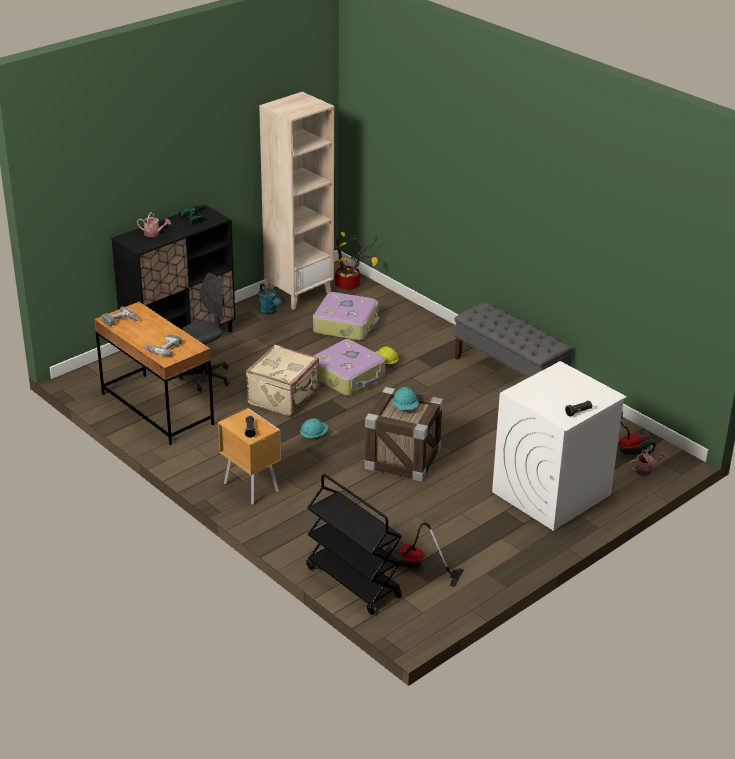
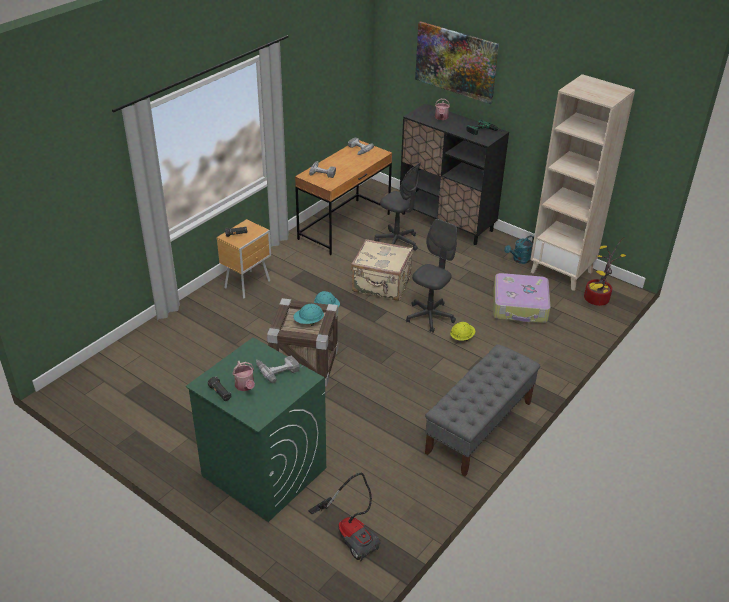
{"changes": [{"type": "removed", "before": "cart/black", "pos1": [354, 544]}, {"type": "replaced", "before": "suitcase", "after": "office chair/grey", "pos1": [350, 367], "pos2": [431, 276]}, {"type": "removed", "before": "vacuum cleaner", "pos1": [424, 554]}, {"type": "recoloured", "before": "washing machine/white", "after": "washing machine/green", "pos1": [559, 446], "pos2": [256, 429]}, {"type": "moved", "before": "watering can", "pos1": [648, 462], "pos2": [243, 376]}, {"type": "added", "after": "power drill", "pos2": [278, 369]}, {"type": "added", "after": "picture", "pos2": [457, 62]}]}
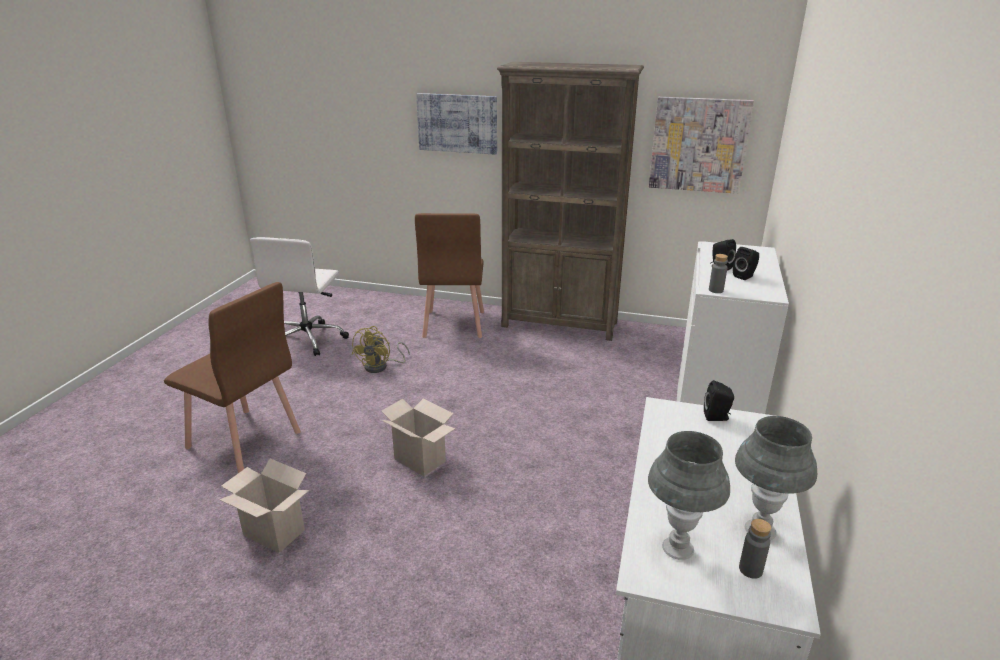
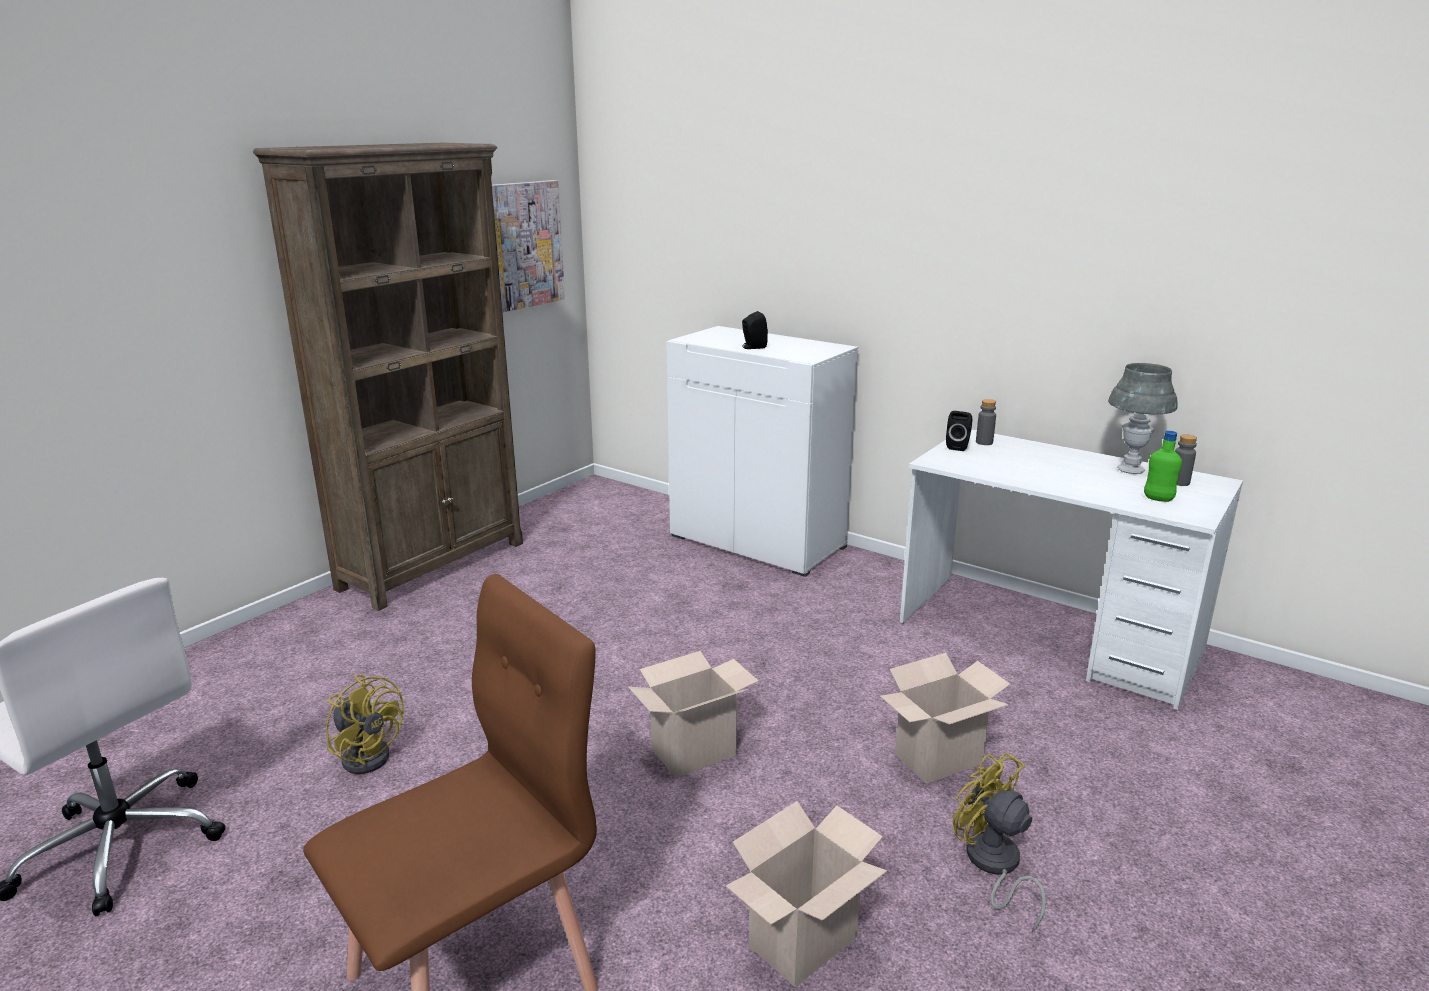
{"changes": [{"type": "removed", "before": "chair/brown", "pos1": [449, 275]}, {"type": "removed", "before": "picture", "pos1": [456, 124]}, {"type": "replaced", "before": "table lamp/grey", "after": "bottle/green", "pos1": [689, 495], "pos2": [1163, 466]}, {"type": "moved", "before": "bottle/grey", "pos1": [718, 273], "pos2": [986, 422]}, {"type": "removed", "before": "speaker/black", "pos1": [746, 263]}, {"type": "added", "after": "cardboard box", "pos2": [945, 718]}, {"type": "added", "after": "fan/yellow", "pos2": [999, 842]}]}
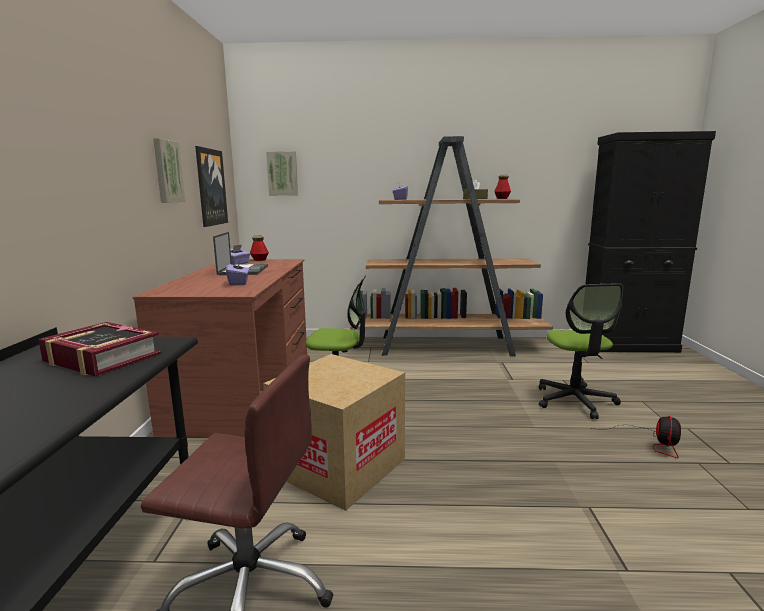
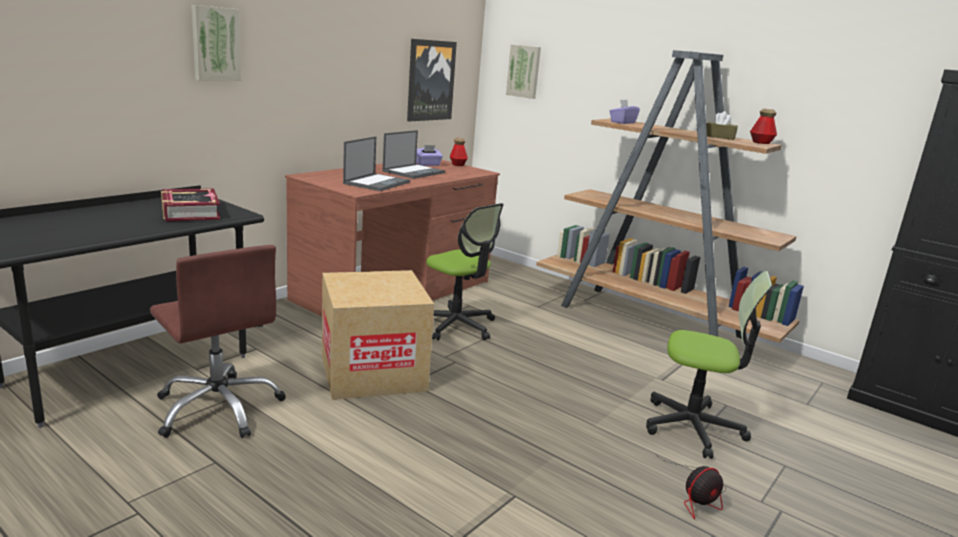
{"changes": [{"type": "moved", "before": "picture", "pos1": [169, 170], "pos2": [216, 43]}, {"type": "replaced", "before": "tissue box/purple", "after": "laptop", "pos1": [237, 272], "pos2": [376, 163]}, {"type": "turned", "before": "office chair", "pos1": [581, 351], "pos2": [709, 365], "turn": -105}]}
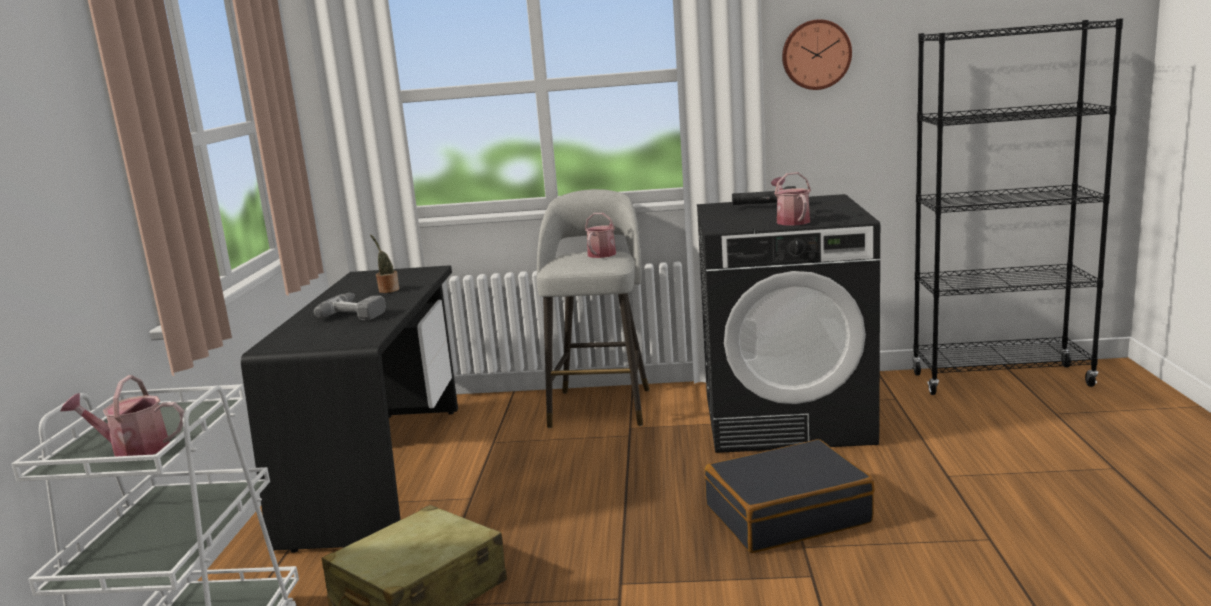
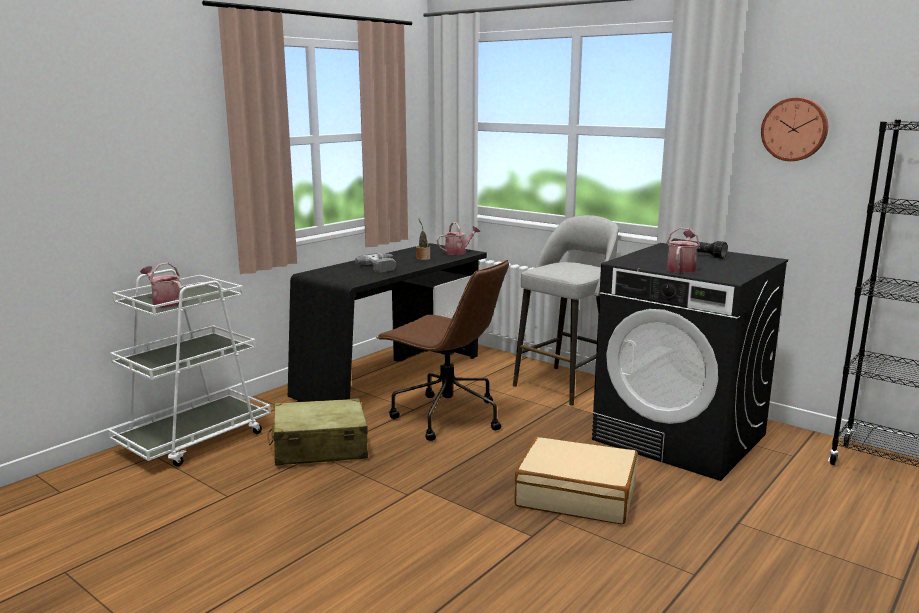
{"changes": [{"type": "moved", "before": "watering can", "pos1": [600, 235], "pos2": [458, 238]}, {"type": "recoloured", "before": "suitcase/black", "after": "suitcase/beige", "pos1": [790, 496], "pos2": [576, 480]}, {"type": "added", "after": "office chair/brown", "pos2": [442, 350]}]}
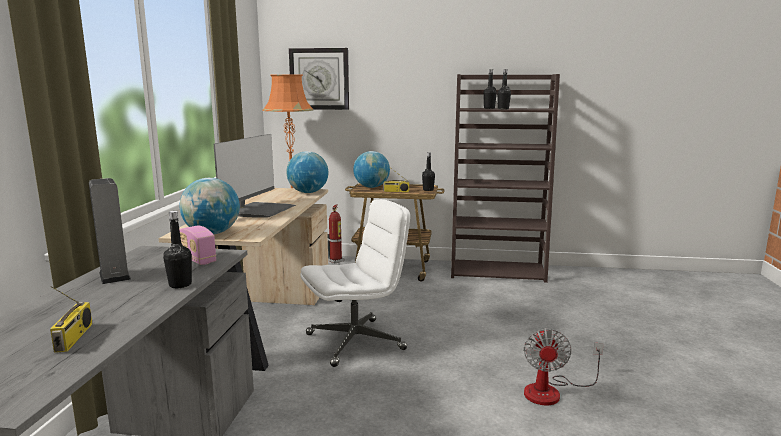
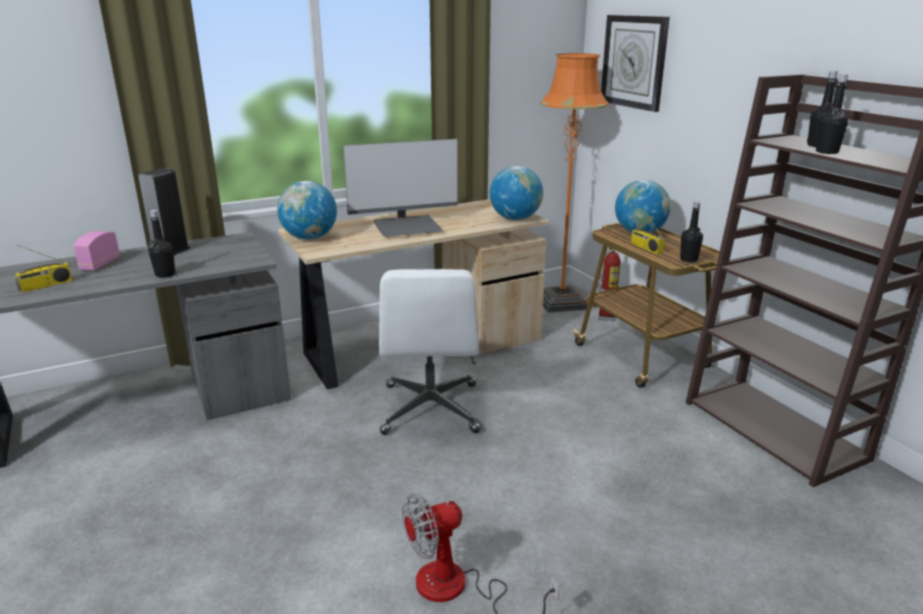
{"changes": [{"type": "moved", "before": "radio", "pos1": [197, 245], "pos2": [96, 251]}, {"type": "turned", "before": "office chair/white", "pos1": [355, 283], "pos2": [429, 352], "turn": 60}]}
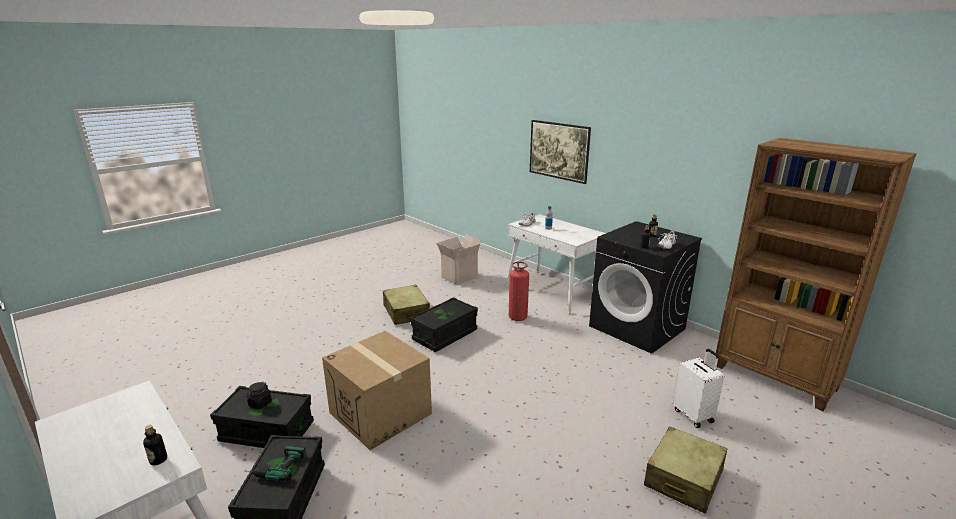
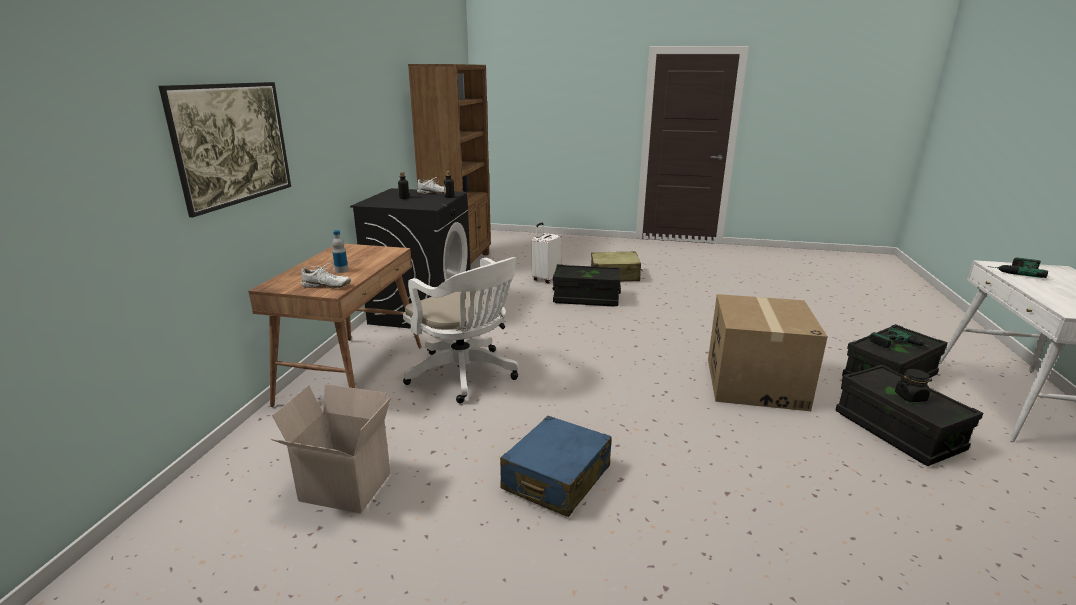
{"changes": [{"type": "replaced", "before": "bottle", "after": "power drill", "pos1": [155, 445], "pos2": [1017, 267]}, {"type": "recoloured", "before": "suitcase/beige", "after": "suitcase/blue", "pos1": [406, 305], "pos2": [556, 466]}, {"type": "moved", "before": "storage box/black", "pos1": [444, 324], "pos2": [587, 285]}, {"type": "recoloured", "before": "desk/white", "after": "desk/brown", "pos1": [555, 264], "pos2": [335, 325]}, {"type": "replaced", "before": "fire extinguisher", "after": "office chair/white", "pos1": [519, 291], "pos2": [460, 330]}]}
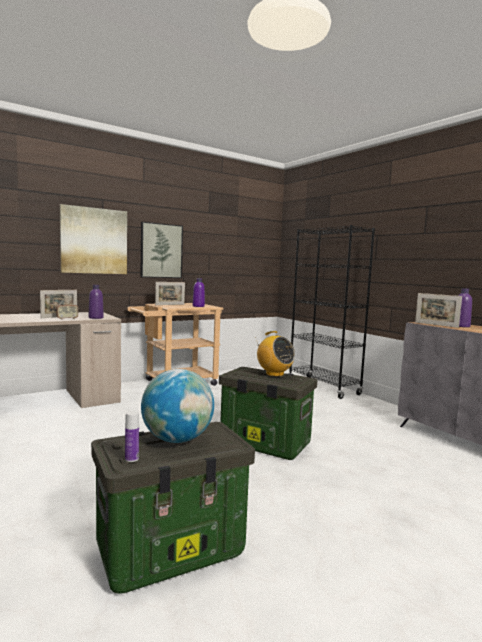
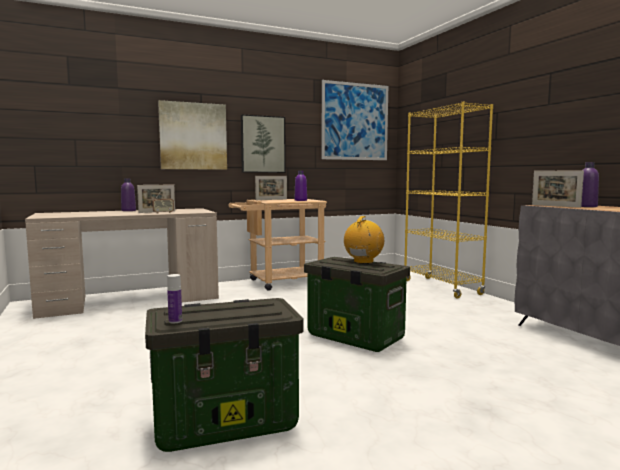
{"changes": [{"type": "moved", "before": "bottle/purple", "pos1": [96, 302], "pos2": [128, 194]}, {"type": "removed", "before": "globe", "pos1": [177, 406]}, {"type": "turned", "before": "radio", "pos1": [275, 354], "pos2": [364, 240], "turn": -120}, {"type": "recoloured", "before": "bookcase/black", "after": "bookcase/yellow", "pos1": [332, 312], "pos2": [448, 200]}, {"type": "added", "after": "picture", "pos2": [354, 120]}]}
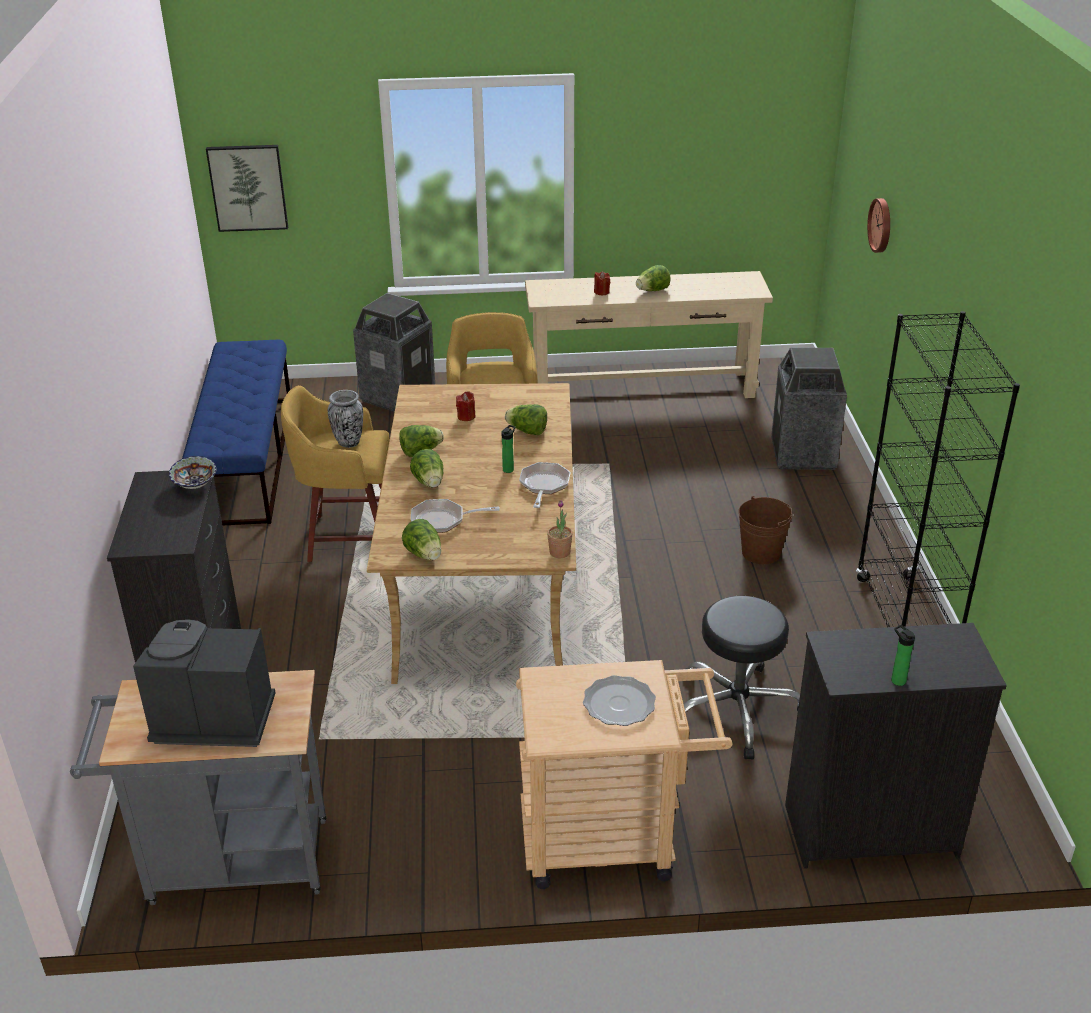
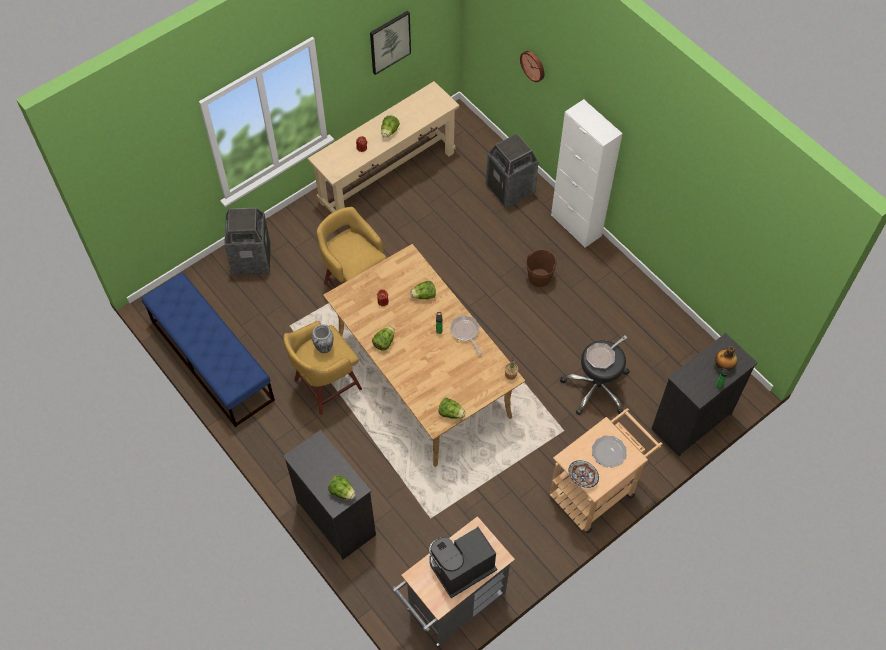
{"changes": [{"type": "moved", "before": "bowl", "pos1": [192, 472], "pos2": [583, 474]}, {"type": "moved", "before": "picture", "pos1": [247, 188], "pos2": [390, 43]}, {"type": "moved", "before": "lettuce", "pos1": [426, 468], "pos2": [342, 487]}, {"type": "moved", "before": "frying pan", "pos1": [455, 516], "pos2": [606, 352]}, {"type": "removed", "before": "bookcase/black", "pos1": [938, 469]}, {"type": "added", "after": "cabinet/white", "pos2": [587, 173]}, {"type": "added", "after": "bottle", "pos2": [726, 358]}]}
